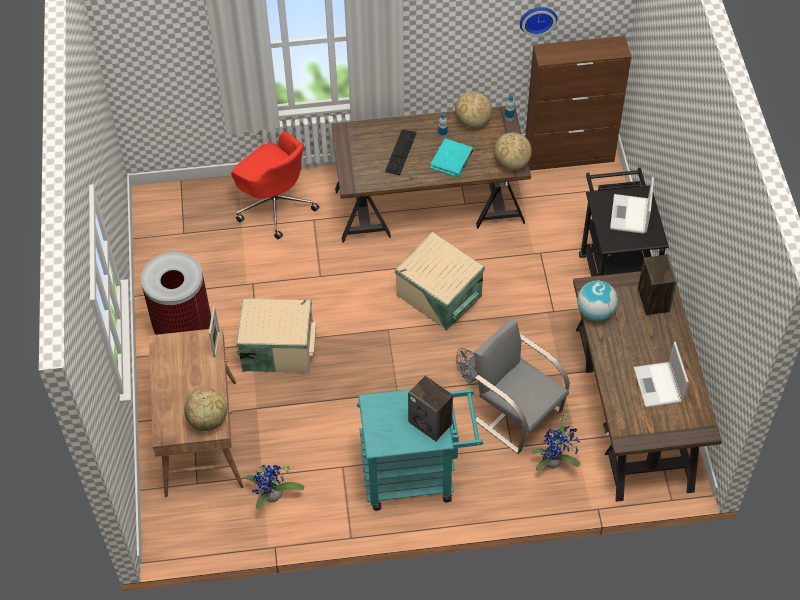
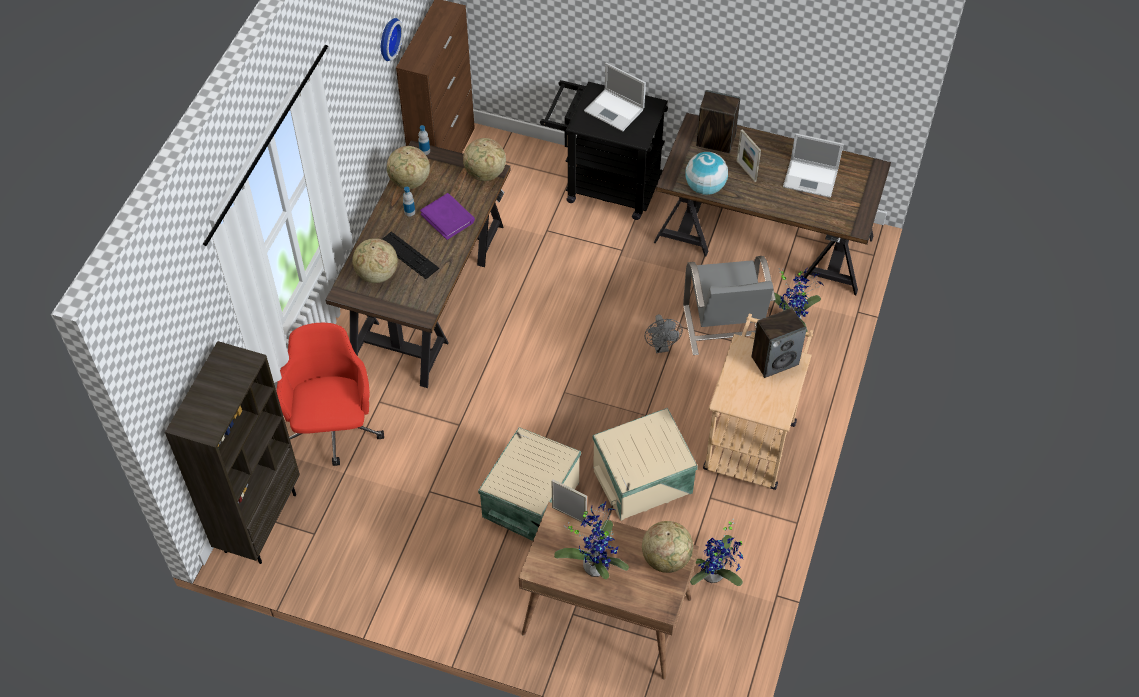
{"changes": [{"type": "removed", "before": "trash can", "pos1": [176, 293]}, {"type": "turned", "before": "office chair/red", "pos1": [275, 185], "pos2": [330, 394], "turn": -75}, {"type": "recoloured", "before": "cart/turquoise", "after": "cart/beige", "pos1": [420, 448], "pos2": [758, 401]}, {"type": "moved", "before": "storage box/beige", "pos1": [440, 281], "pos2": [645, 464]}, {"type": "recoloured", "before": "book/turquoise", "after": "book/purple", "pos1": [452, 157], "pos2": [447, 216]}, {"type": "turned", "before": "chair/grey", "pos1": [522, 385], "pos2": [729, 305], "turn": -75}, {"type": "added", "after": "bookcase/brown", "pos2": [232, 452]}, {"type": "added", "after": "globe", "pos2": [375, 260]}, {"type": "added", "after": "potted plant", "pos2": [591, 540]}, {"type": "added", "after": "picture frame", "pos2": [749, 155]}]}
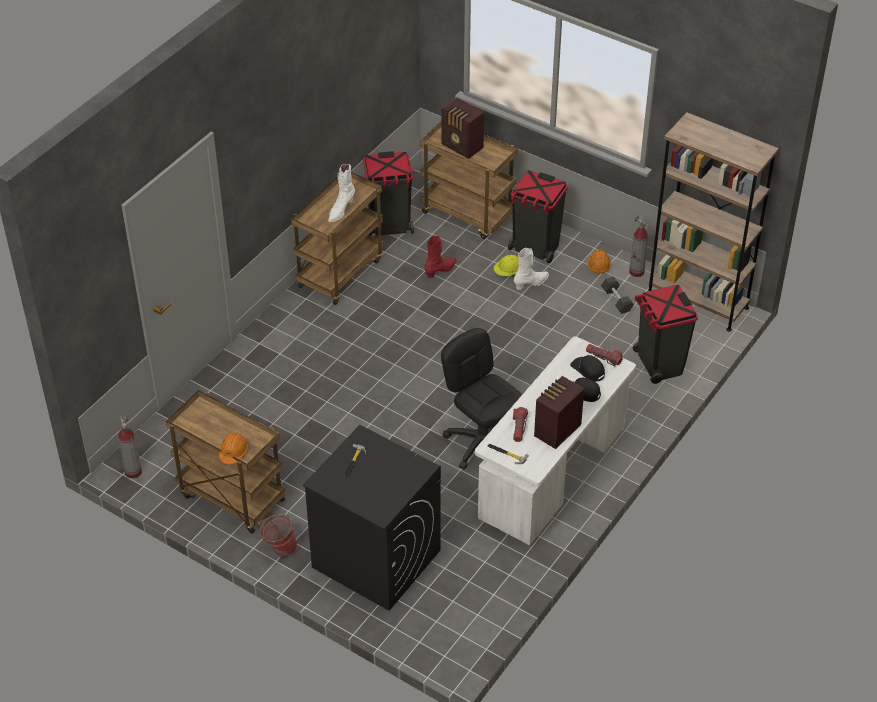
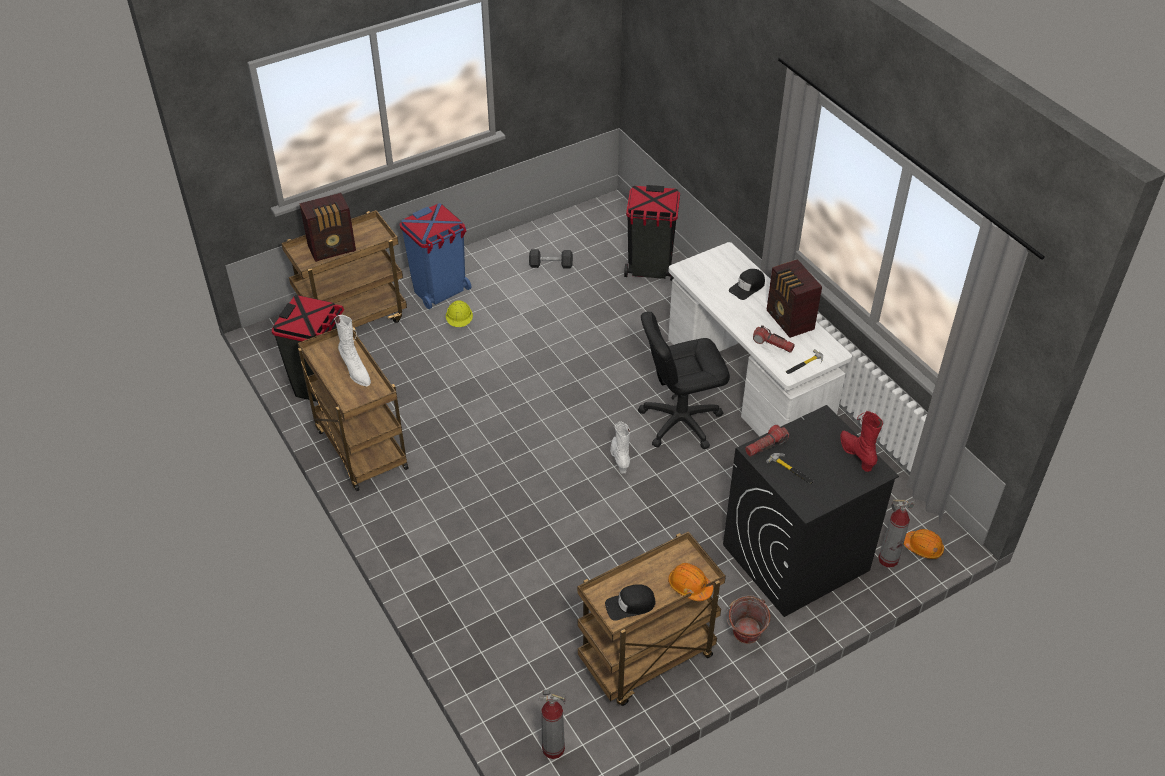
{"changes": [{"type": "moved", "before": "boot/red", "pos1": [440, 257], "pos2": [861, 441]}, {"type": "recoloured", "before": "trash can/black", "after": "trash can/blue", "pos1": [538, 216], "pos2": [435, 256]}, {"type": "moved", "before": "boot/white", "pos1": [531, 269], "pos2": [620, 447]}, {"type": "moved", "before": "cap/black", "pos1": [587, 368], "pos2": [630, 602]}, {"type": "moved", "before": "flashlight", "pos1": [604, 355], "pos2": [767, 440]}, {"type": "moved", "before": "hard hat/orange", "pos1": [599, 262], "pos2": [924, 544]}, {"type": "moved", "before": "fire extinguisher", "pos1": [639, 245], "pos2": [897, 533]}, {"type": "removed", "before": "bookcase/brown", "pos1": [714, 222]}]}
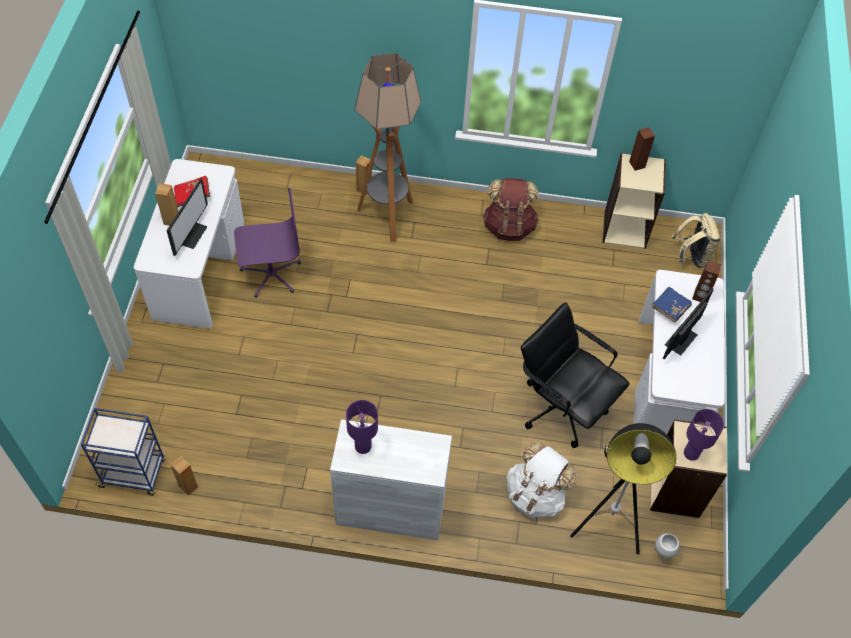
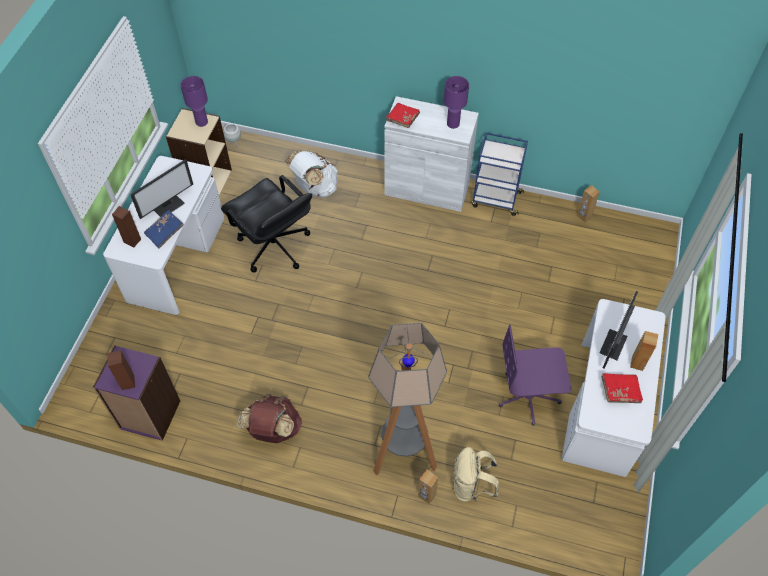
{"changes": [{"type": "moved", "before": "cart/blue", "pos1": [123, 452], "pos2": [499, 174]}, {"type": "removed", "before": "floor lamp", "pos1": [623, 489]}, {"type": "recoloured", "before": "bookcase/beige", "after": "bookcase/purple", "pos1": [634, 201], "pos2": [136, 393]}, {"type": "moved", "before": "backpack/beige", "pos1": [696, 240], "pos2": [476, 474]}, {"type": "added", "after": "book/red", "pos2": [403, 115]}]}
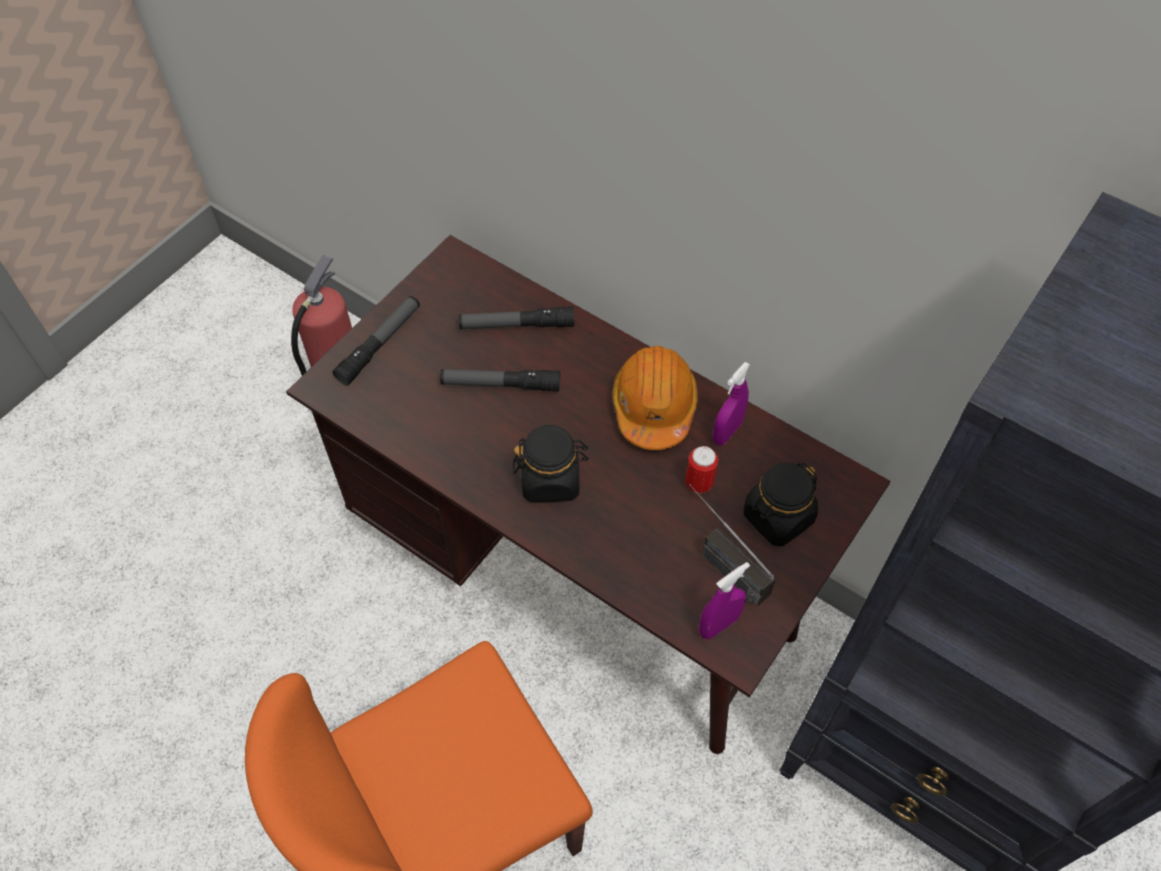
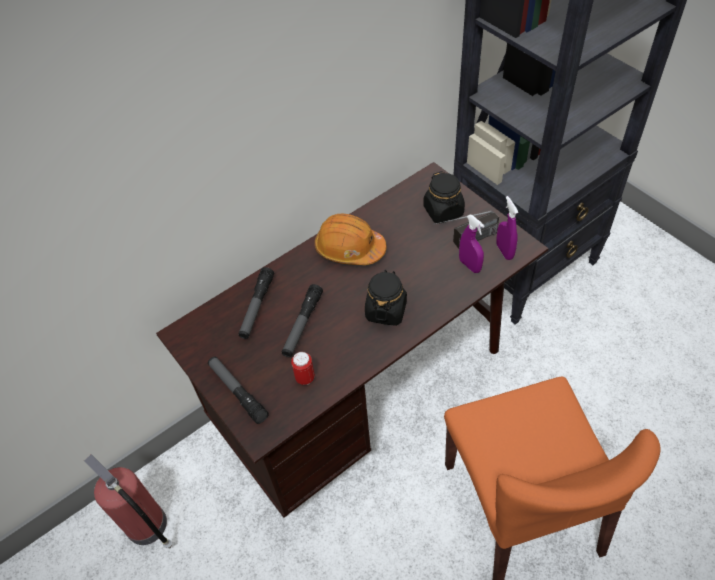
{"changes": [{"type": "moved", "before": "can", "pos1": [701, 469], "pos2": [303, 368]}, {"type": "moved", "before": "spray bottle/purple", "pos1": [731, 403], "pos2": [472, 243]}]}
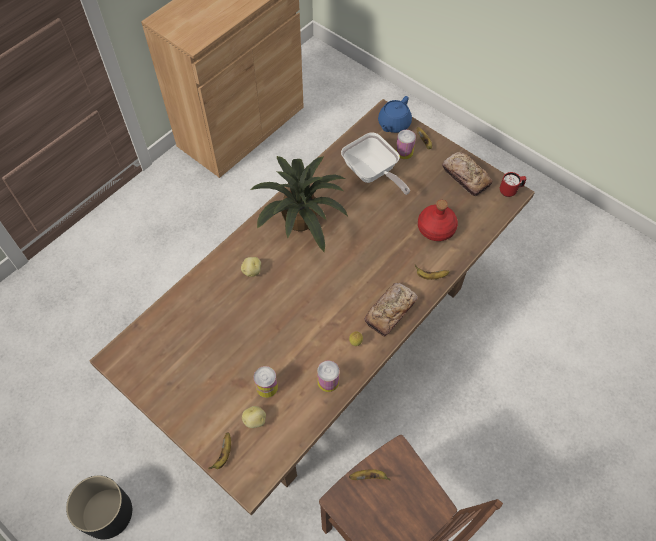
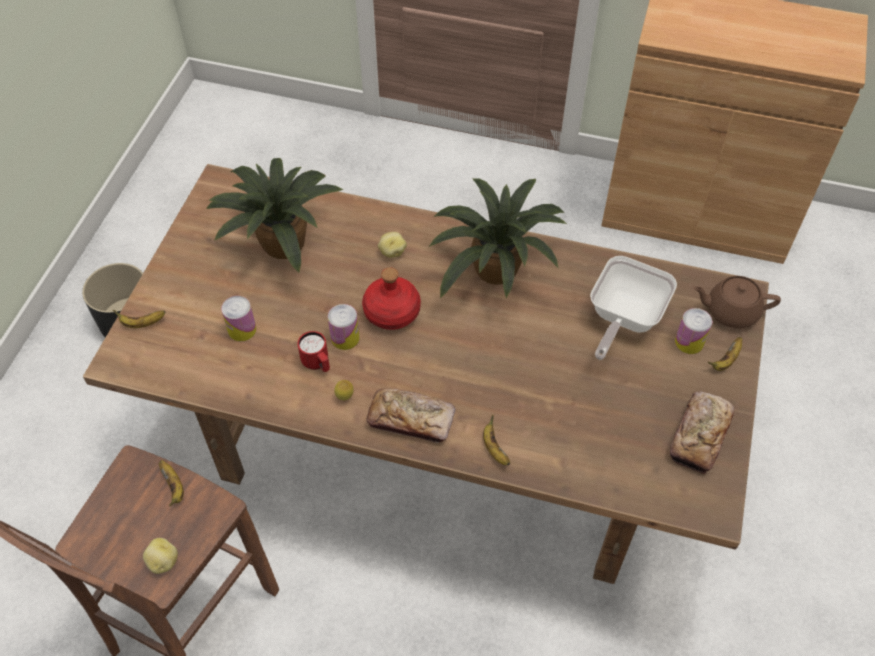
{"changes": [{"type": "moved", "before": "potato", "pos1": [254, 417], "pos2": [160, 556]}, {"type": "moved", "before": "can", "pos1": [328, 376], "pos2": [344, 327]}, {"type": "recoloured", "before": "teapot/blue", "after": "teapot/brown", "pos1": [395, 114], "pos2": [737, 302]}, {"type": "moved", "before": "bottle/red", "pos1": [438, 220], "pos2": [391, 298]}, {"type": "moved", "before": "mug/red", "pos1": [513, 184], "pos2": [313, 351]}, {"type": "added", "after": "potted plant", "pos2": [274, 215]}]}
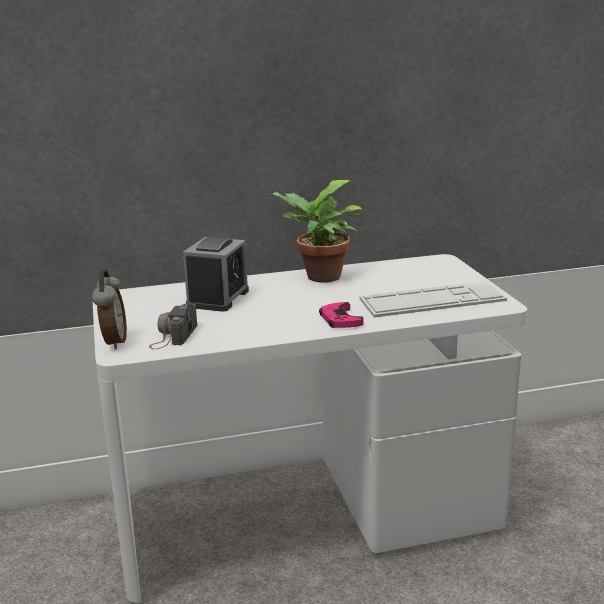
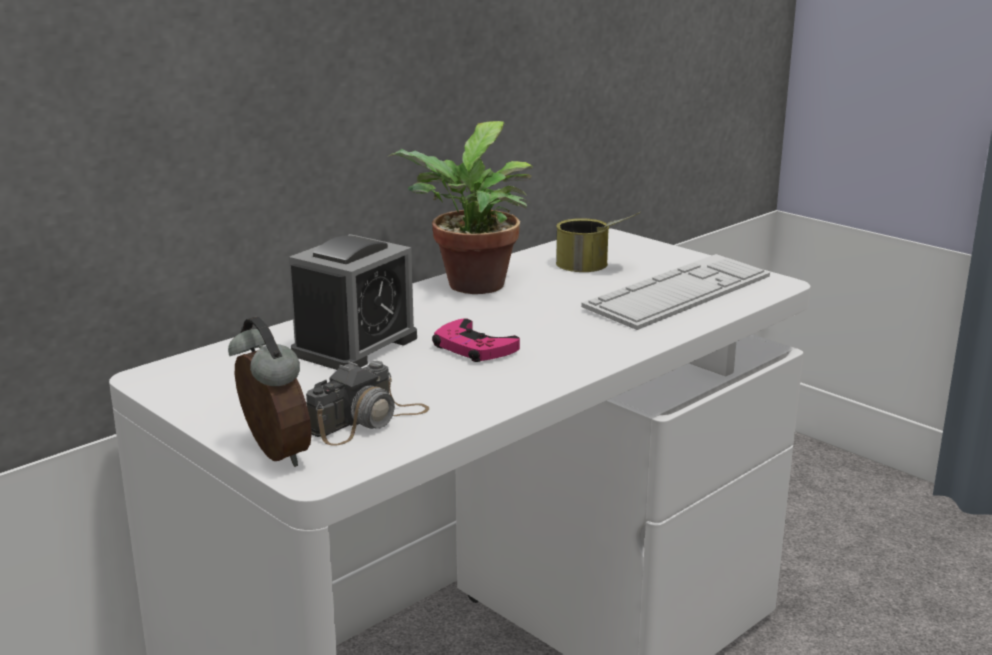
{"changes": [{"type": "turned", "before": "photo camera", "pos1": [173, 326], "pos2": [367, 403], "turn": -120}, {"type": "turned", "before": "alarm clock", "pos1": [216, 274], "pos2": [353, 302], "turn": 45}, {"type": "moved", "before": "game controller/pink", "pos1": [341, 315], "pos2": [476, 340]}, {"type": "added", "after": "can", "pos2": [598, 242]}]}
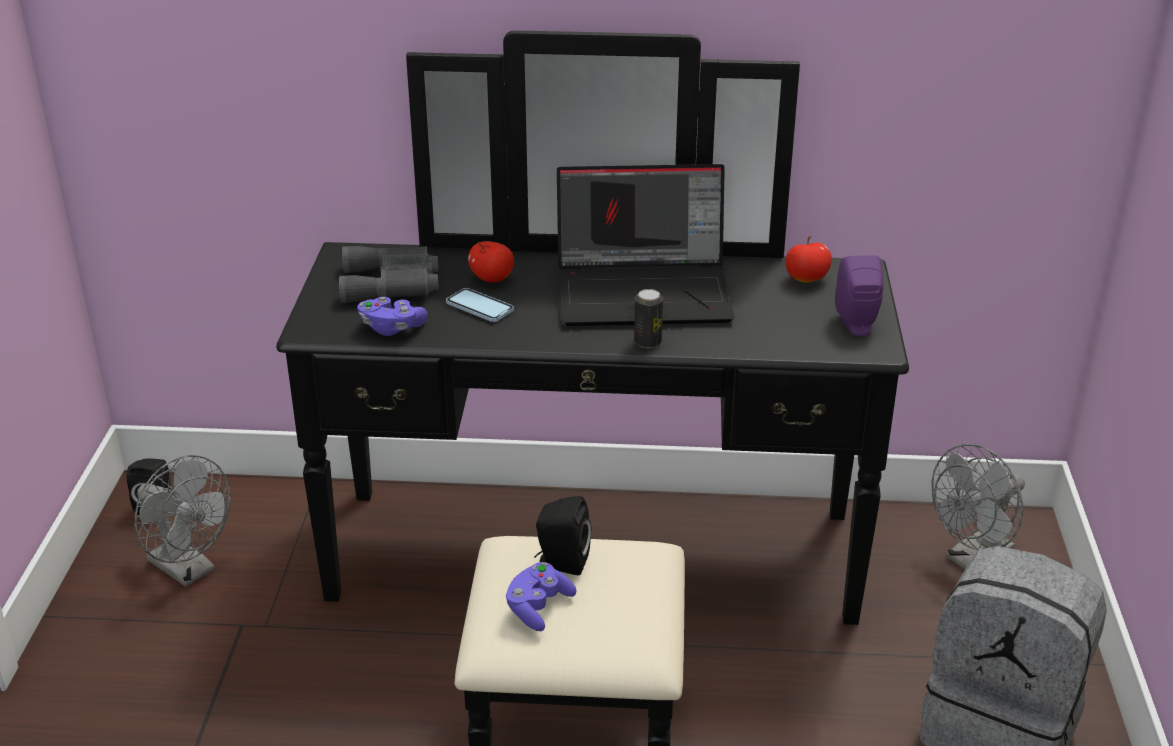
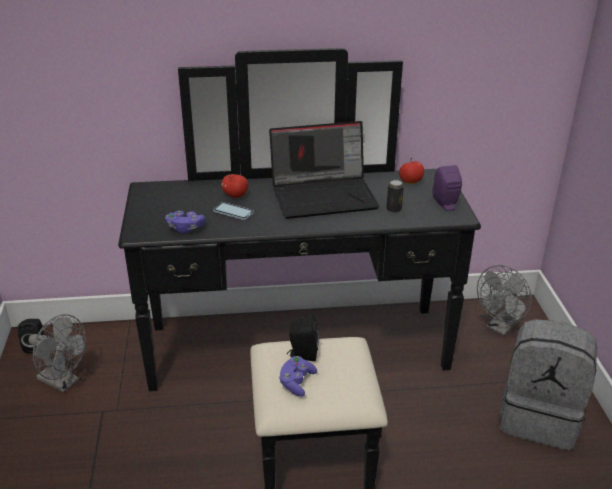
{"changes": [{"type": "removed", "before": "binoculars/grey", "pos1": [389, 274]}, {"type": "moved", "before": "can", "pos1": [648, 318], "pos2": [395, 196]}]}
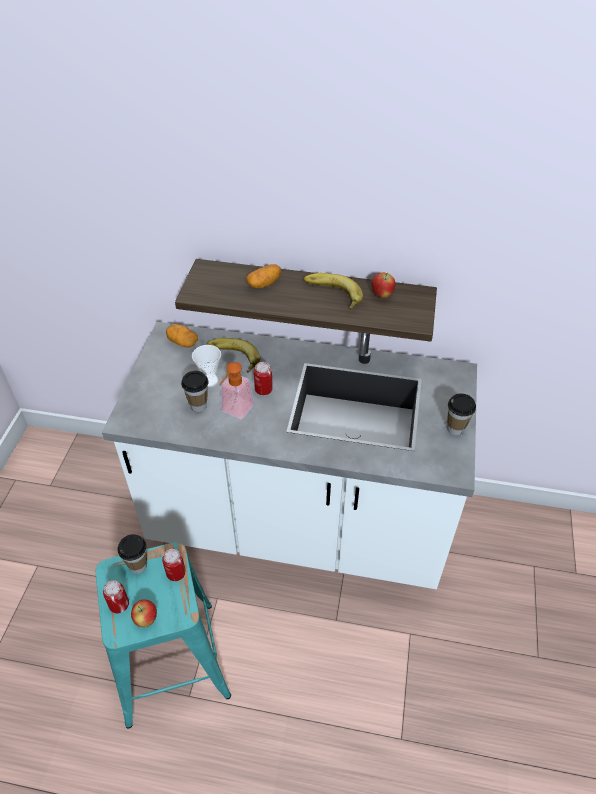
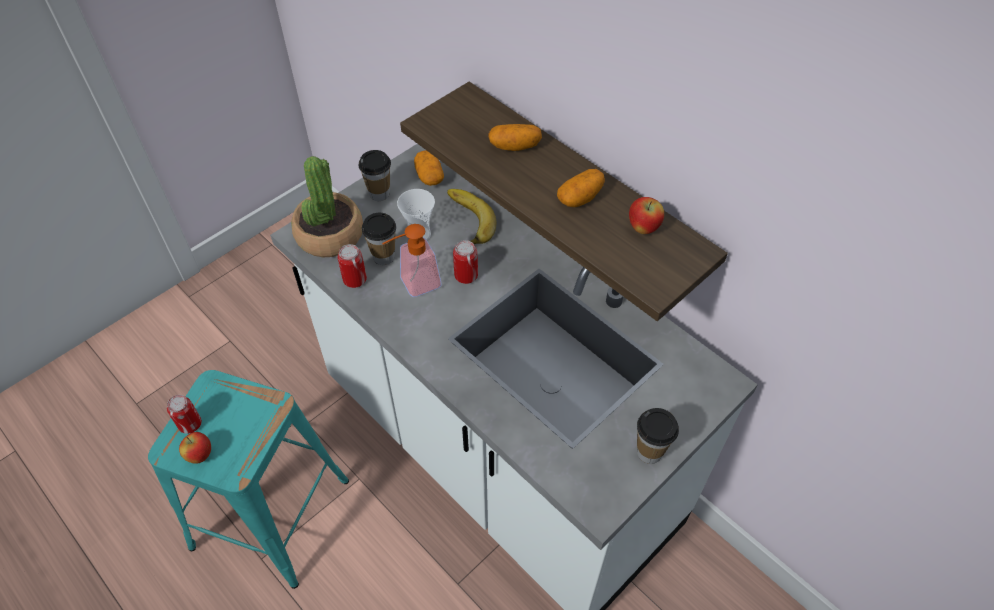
{"changes": [{"type": "moved", "before": "cup", "pos1": [132, 554], "pos2": [375, 175]}, {"type": "moved", "before": "can", "pos1": [174, 565], "pos2": [352, 266]}, {"type": "replaced", "before": "banana", "after": "potato", "pos1": [333, 291], "pos2": [581, 188]}, {"type": "added", "after": "potted plant", "pos2": [327, 206]}]}
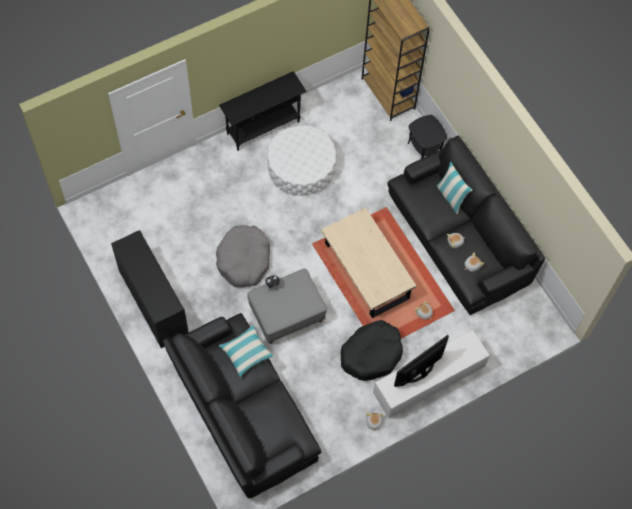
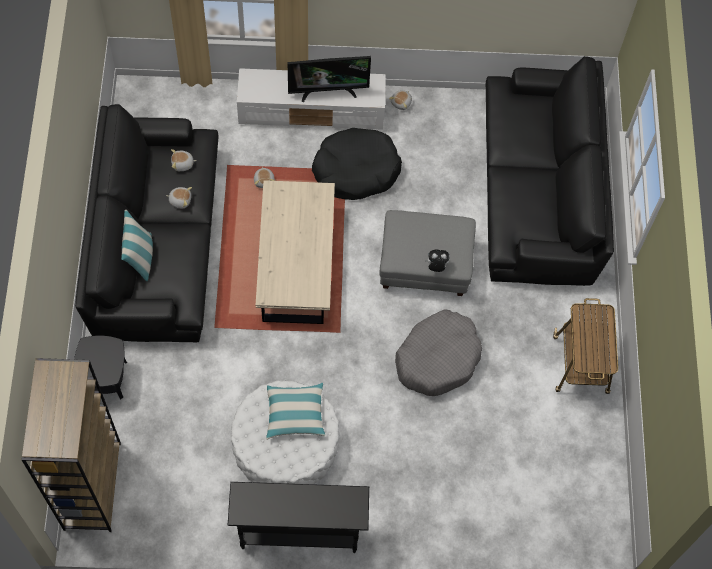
{"changes": [{"type": "replaced", "before": "cabinet/black", "after": "cart", "pos1": [150, 289], "pos2": [585, 346]}, {"type": "moved", "before": "pillow", "pos1": [246, 350], "pos2": [295, 411]}]}
